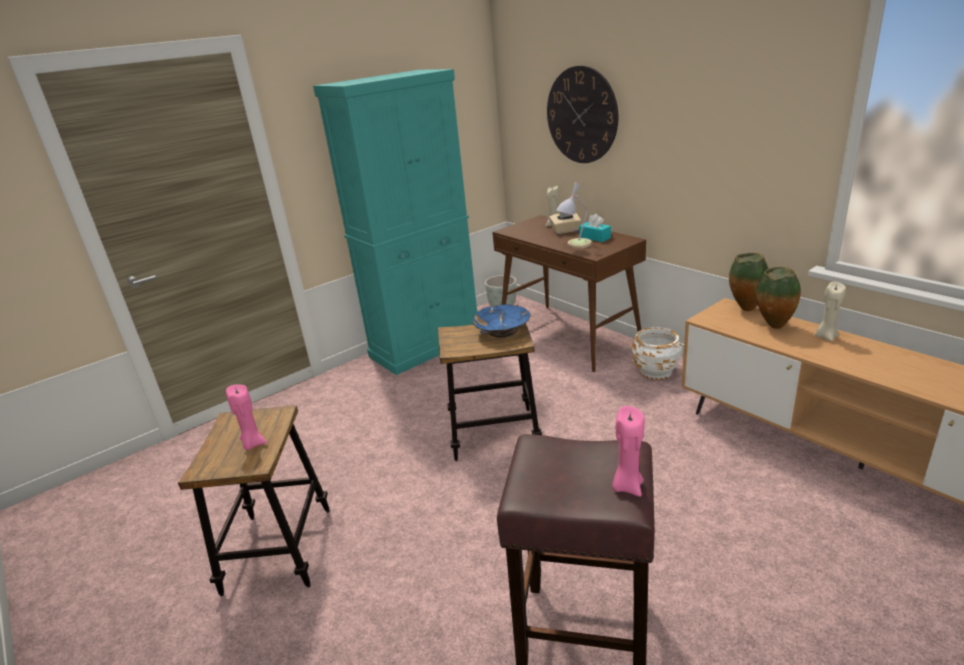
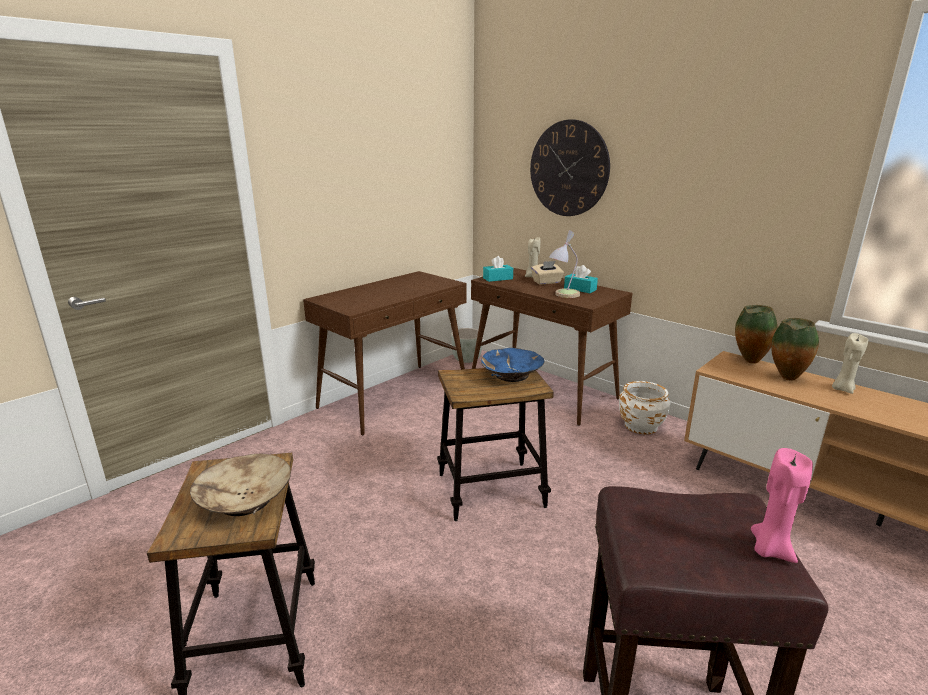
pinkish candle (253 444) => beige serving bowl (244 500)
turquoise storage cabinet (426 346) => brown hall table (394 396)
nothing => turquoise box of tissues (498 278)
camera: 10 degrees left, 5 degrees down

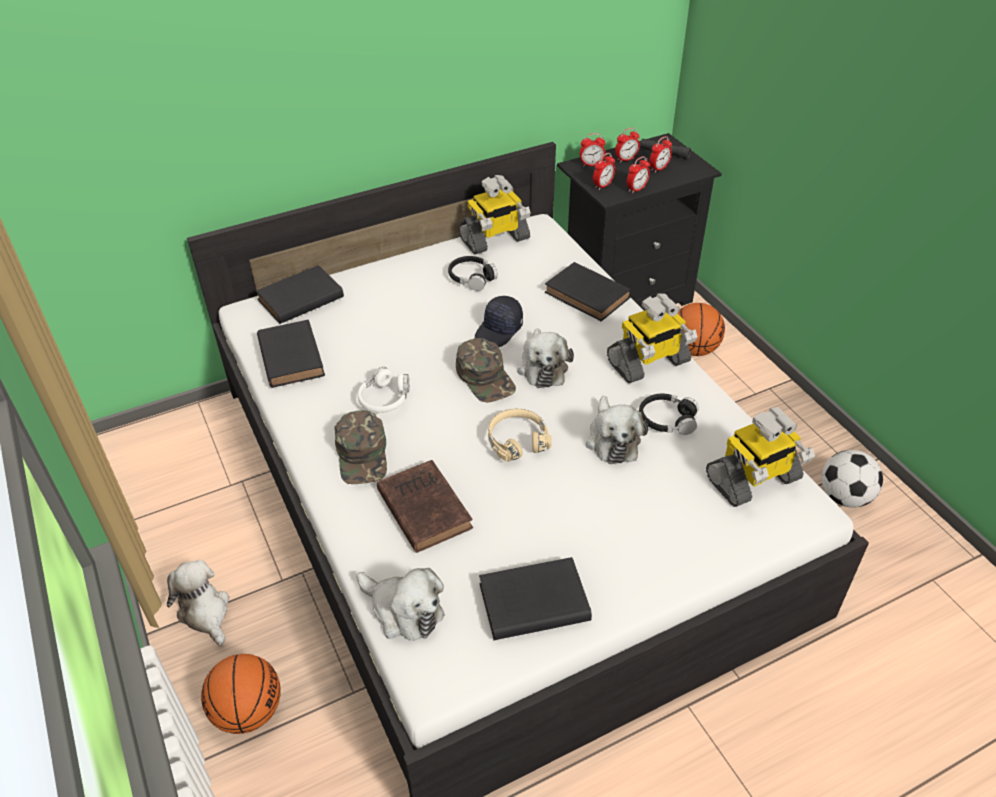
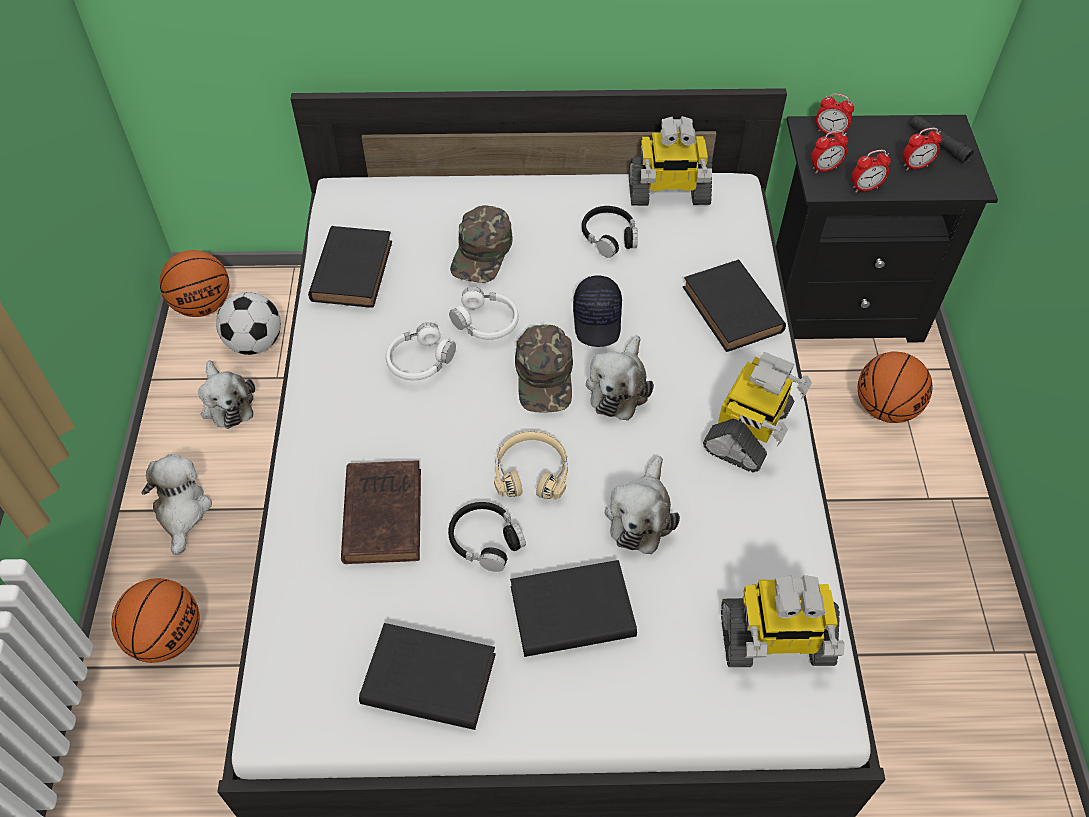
blackish volume (298 300) => blackish volume (568 613), moved
greenish cap (363 454) => greenish cap (482 252), moved
soft toy (403 611) => soft toy (226 402), moved
blackish cap (499 330) => blackish cap (598 320), 60 degrees counterclockwise
robot figure (648 363) => robot figure (749 430), 60 degrees counterclockwise
bedside clock (626 159) => nothing
blackish pair of headphones (667 420) => blackish pair of headphones (486 540), moved
football (844 497) => football (255 343), moved
nothing => ball for basketball (203 305)
nothing => whitish pair of headphones (486 322)
camera: 25 degrees right, 10 degrees up

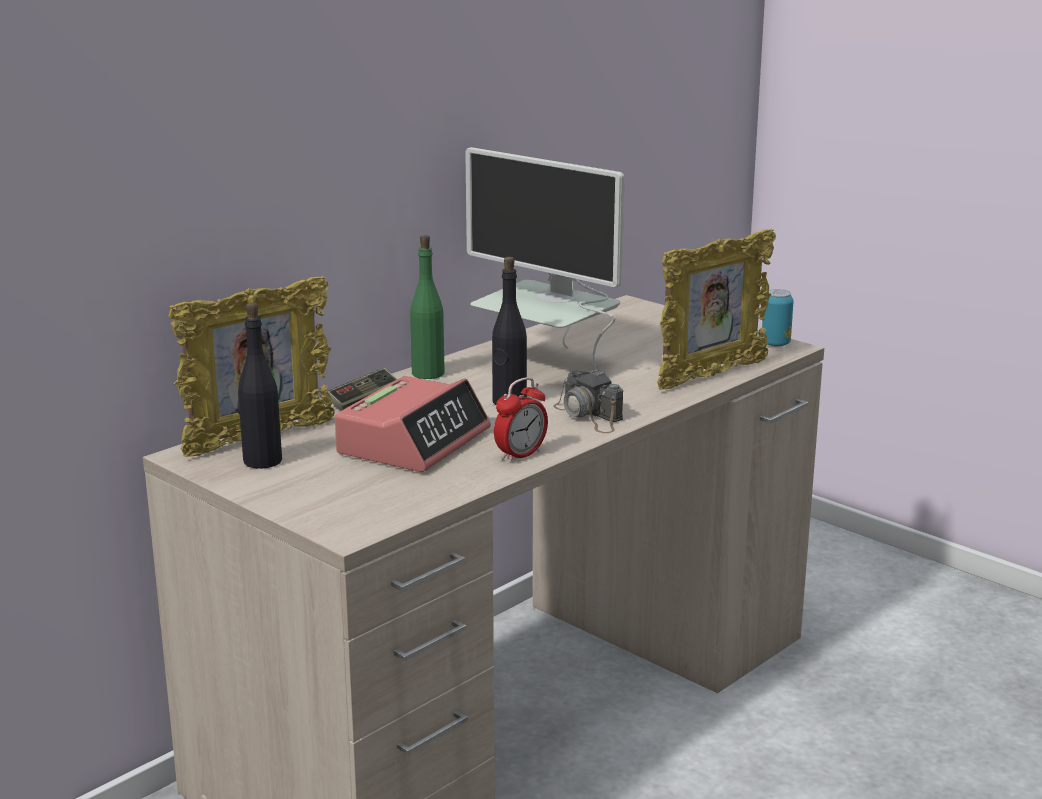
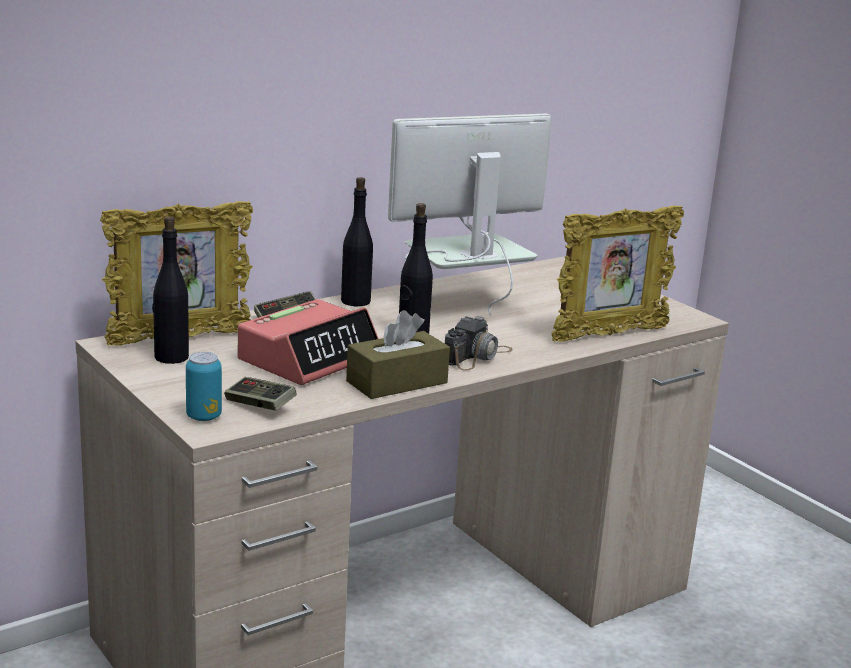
greenish drink bottle (427 373) => blackish drink bottle (355 301)
computer display (548 365) => computer display (465 307), 105 degrees clockwise
bedside clock (520 455) => brown box of tissues (397 382)
photo camera (589 416) => photo camera (477 356), 120 degrees counterclockwise
metal can (775 343) => metal can (204 416), moved
nothing => game controller (259 406)
camera: 10 degrees right, 0 degrees up

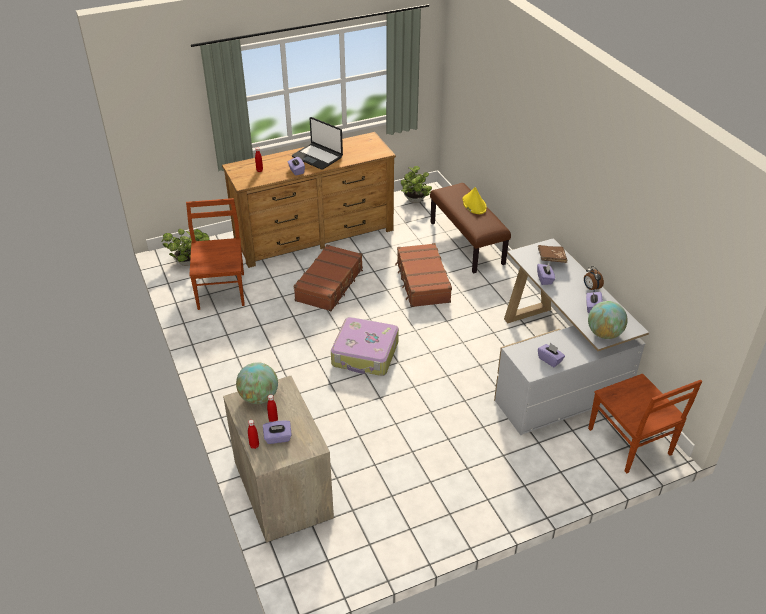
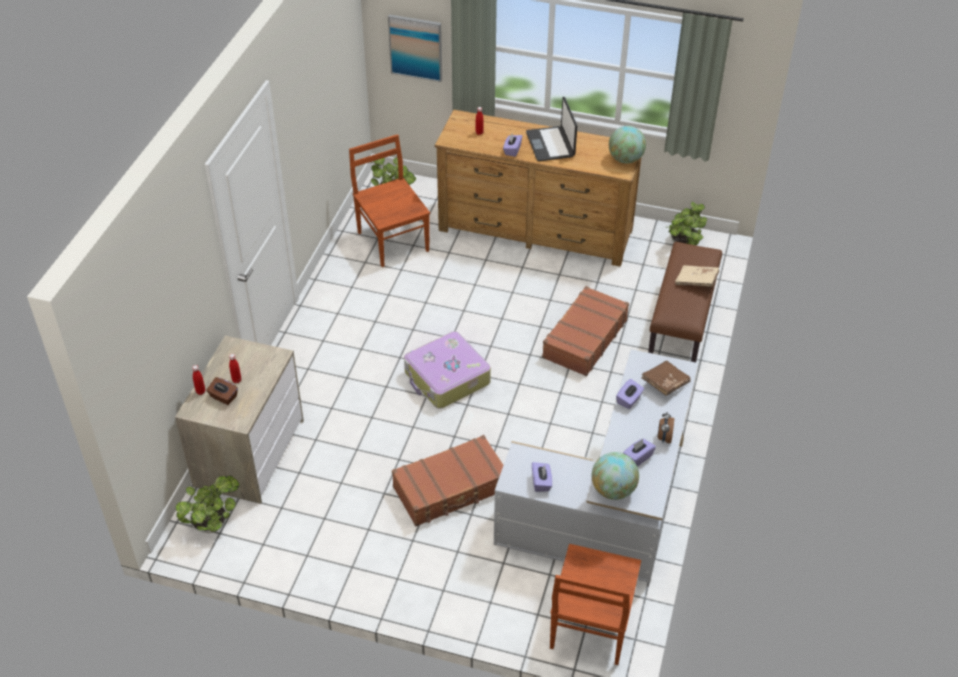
brown plain chair (221 290) => brown plain chair (392 240), 60 degrees counterclockwise
desk globe (259 397) => desk globe (625 159), moved
purple-coloured box of tissues (278 438) => brown box of tissues (223 397)
brown travel case (330 284) => brown travel case (451 489), moved
yellowish clothing hat (474 204) => beige volume (696 281)
nothing => houseplant (213 523)
nothing => picture (416 47)
camera: 40 degrees right, 5 degrees up

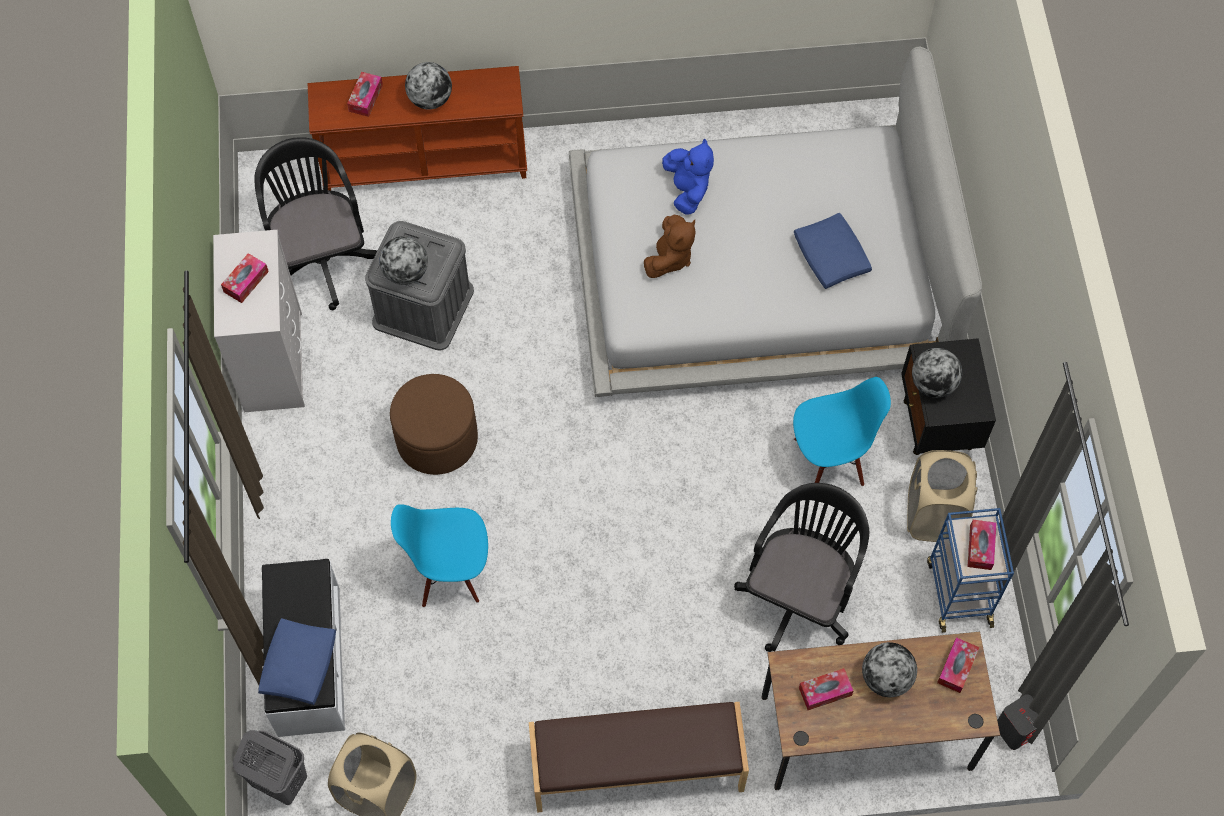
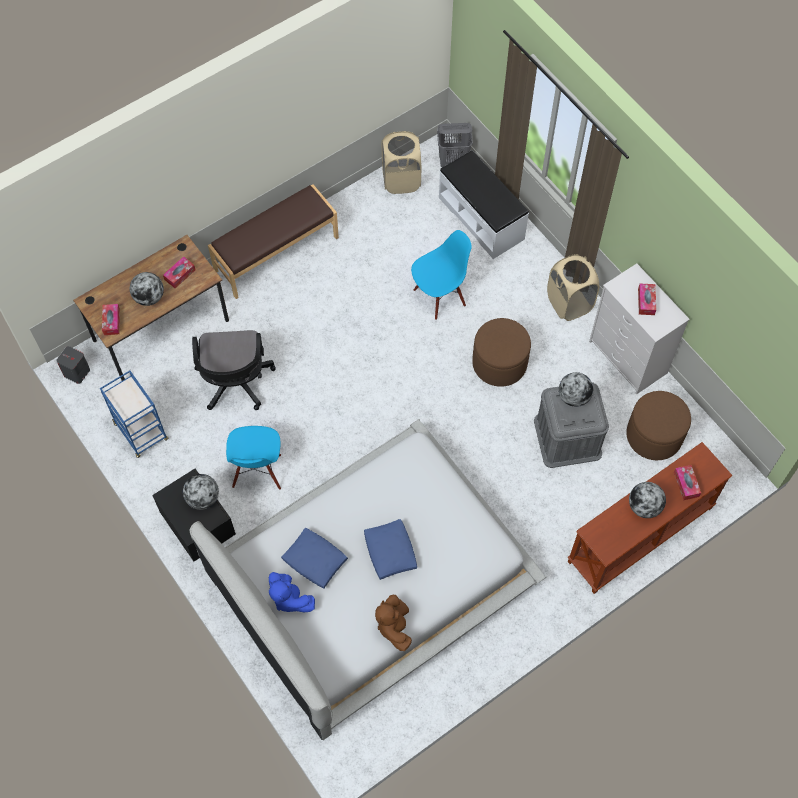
blackish computer chair (321 256) => brown footrest (654 435)
blue-coloured throw pillow (299 664) => blue-coloured throw pillow (390 552), moved
brown soft toy (670 258) => brown soft toy (394 626), moved
blue-coloured soft toy (687 190) => blue-coloured soft toy (289 598), moved
blue-coloured plain chair (829 460) => blue-coloured plain chair (258 472), 45 degrees counterclockwise
beige washing basket (933 515) => beige washing basket (569 303), moved
box of tissues (980 547) => nothing
camera: 150 degrees right, 0 degrees up

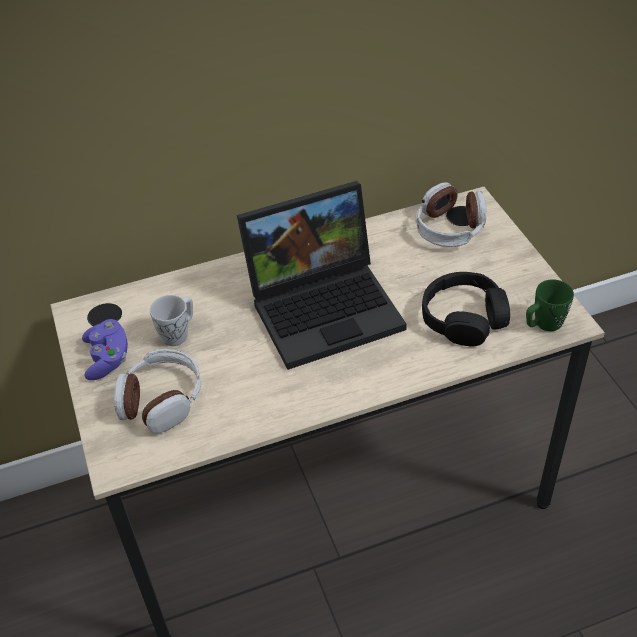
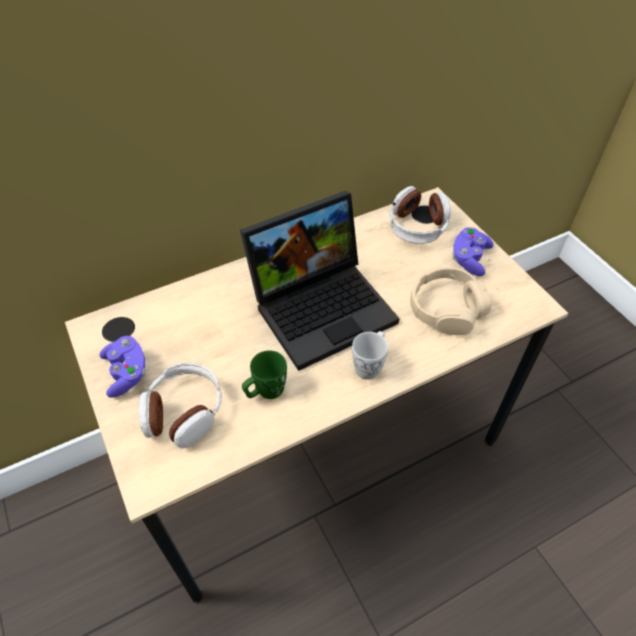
whitish mug (178 333) => whitish mug (370 365), moved
blackish pair of headphones (464 318) => beige pair of headphones (446 308)
greenish mug (543 324) => greenish mug (265 391), moved
nothing => purple-coloured game controller (469 259)
camera: 10 degrees left, 5 degrees up

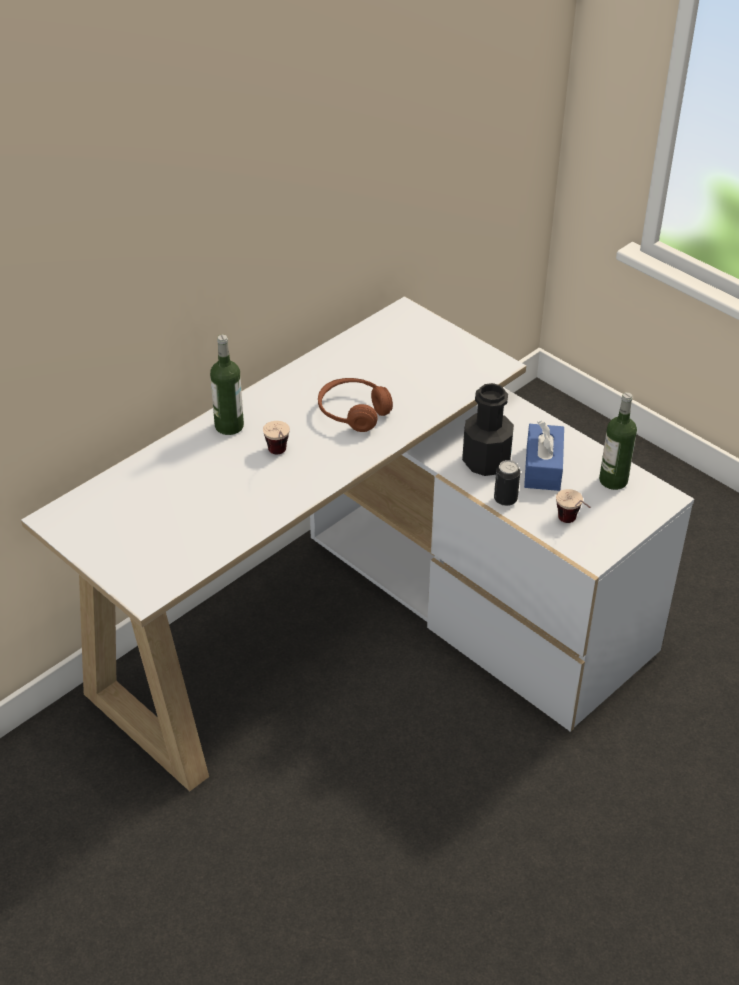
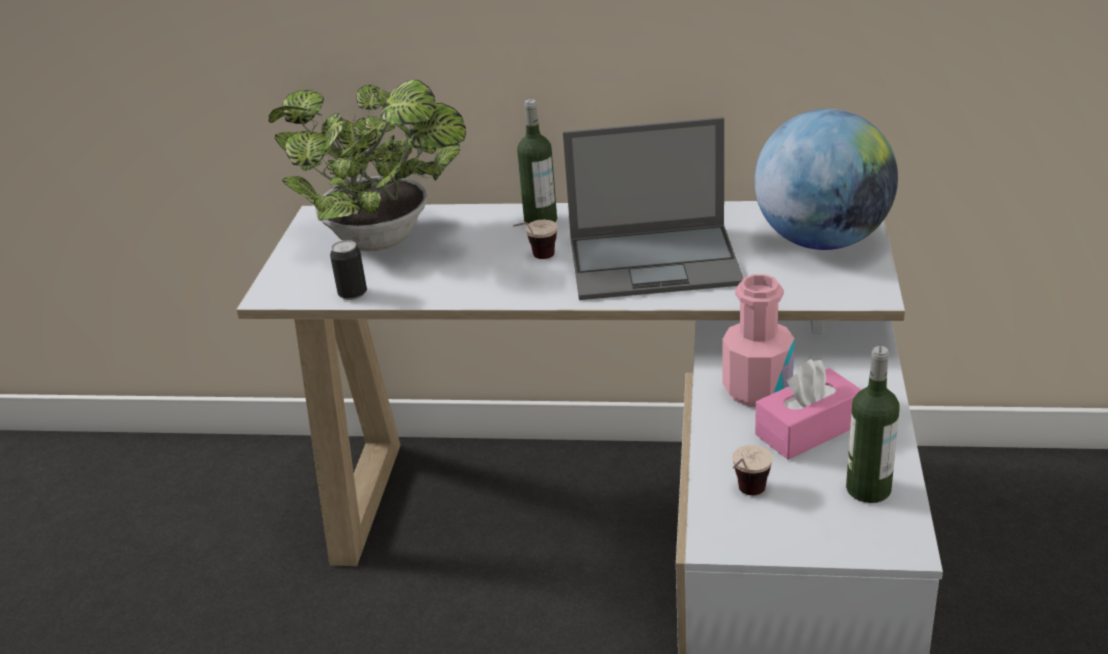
brown pair of headphones (353 412) => laptop (656 261)
blackish drink bottle (486 461) => pinkish drink bottle (757 390)
metal can (505 499) => metal can (352 294), moved
blue-coloured box of tissues (543 467) => pinkish box of tissues (808 429)
nothing => houseplant (386 240)
nothing => desk globe (822 241)
camera: 55 degrees right, 10 degrees down

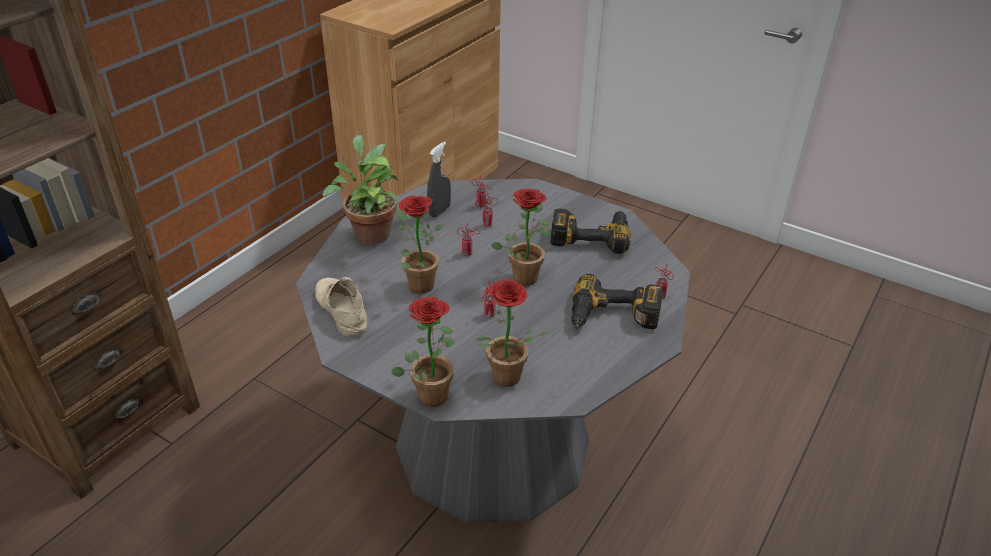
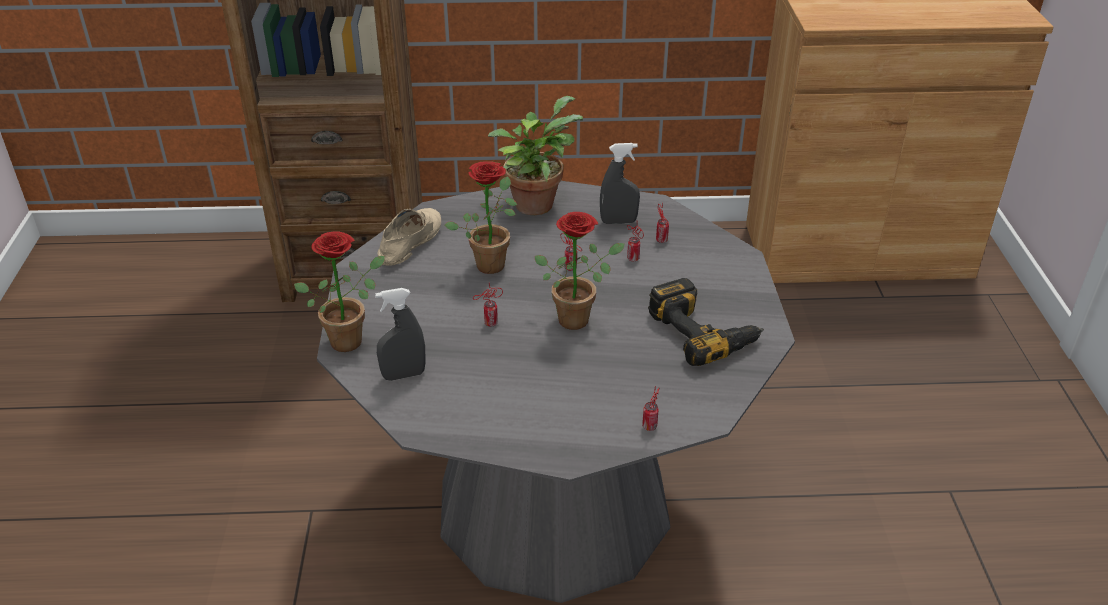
houseplant (505 381) => greyish hand sprayer (404 375)
drill (613 318) => nothing
camera: 55 degrees right, 0 degrees up

